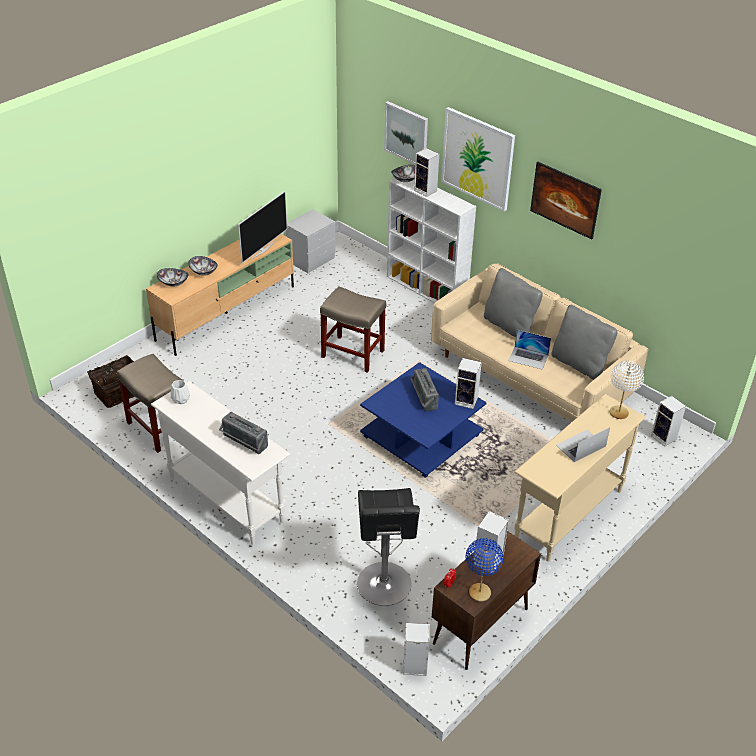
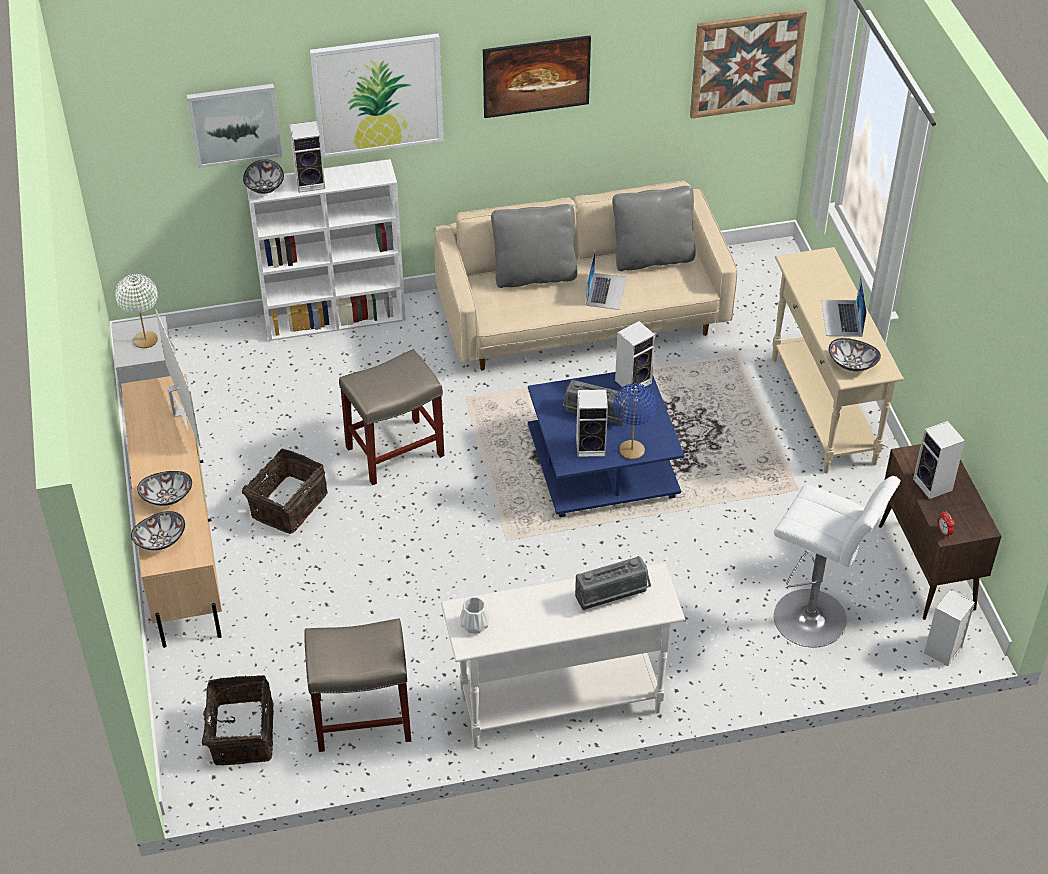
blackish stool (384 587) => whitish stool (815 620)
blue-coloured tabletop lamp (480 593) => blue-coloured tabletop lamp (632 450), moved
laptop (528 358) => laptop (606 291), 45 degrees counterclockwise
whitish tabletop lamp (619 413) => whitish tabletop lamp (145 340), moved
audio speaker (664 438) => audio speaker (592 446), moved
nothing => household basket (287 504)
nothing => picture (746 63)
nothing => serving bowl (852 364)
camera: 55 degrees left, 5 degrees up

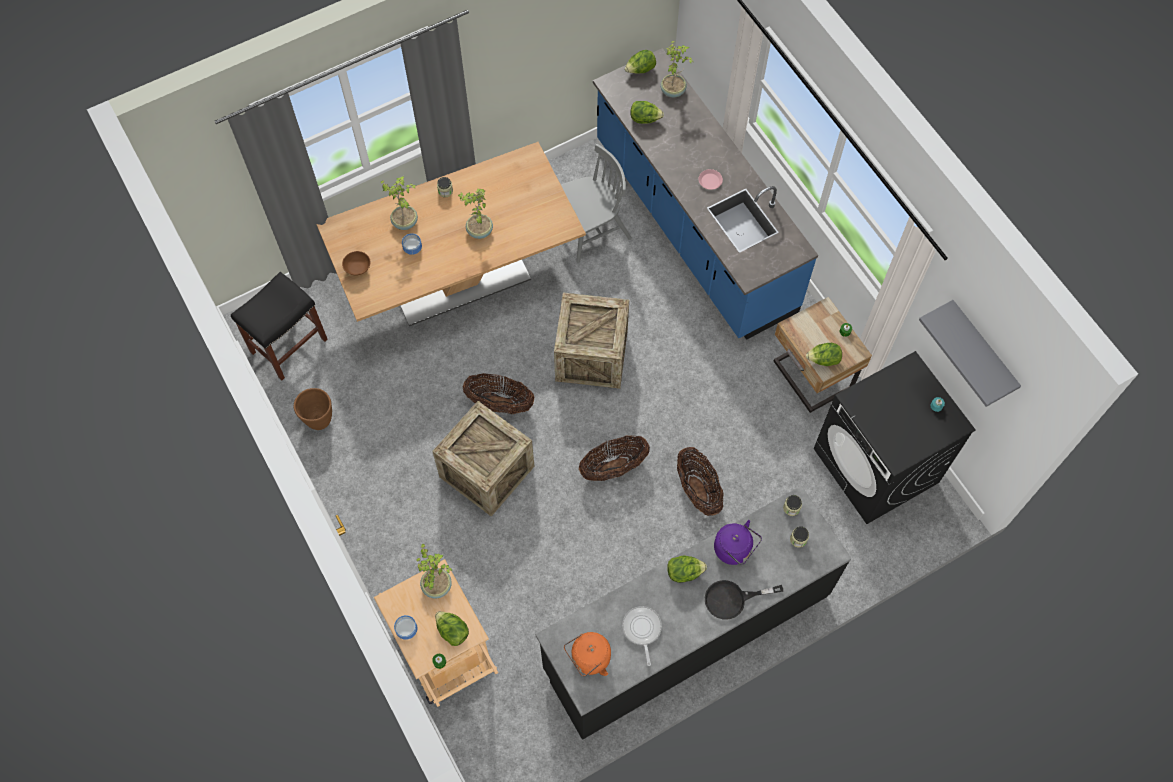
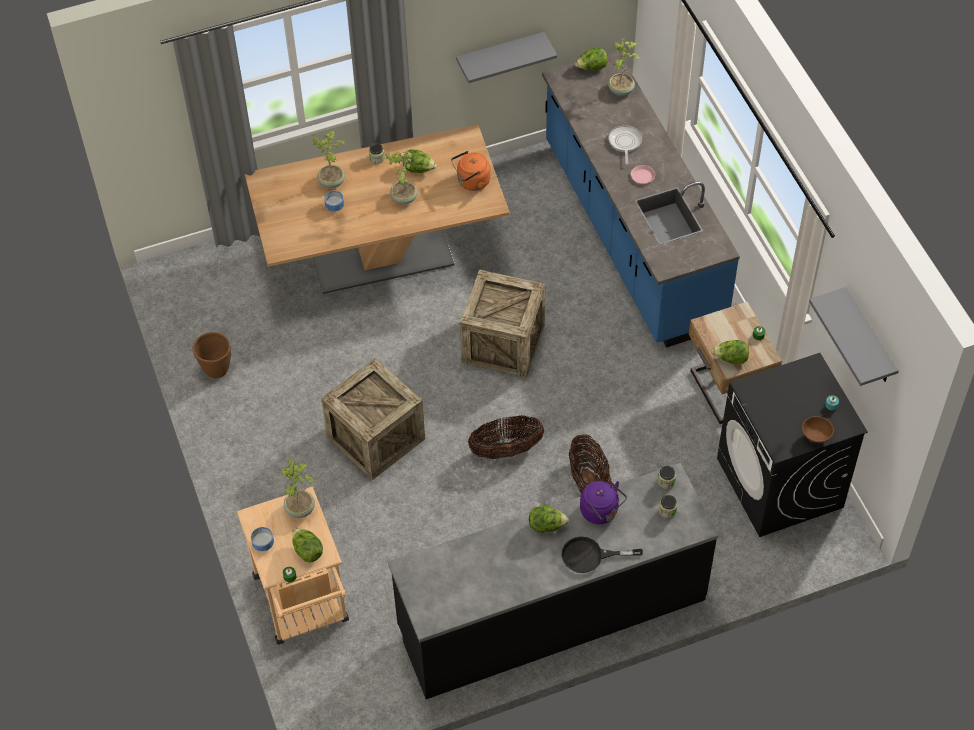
blackish stool (289 344) => nothing
brown serving bowl (357 269) => brown serving bowl (815 436), moved
household basket (499 403) => nothing
greyish plain chair (591 230) => nothing
orange kettle (589 659) => orange kettle (471 182), moved
pan (642 630) => pan (625 143), moved
lettuce head (645 119) => lettuce head (419 169), moved
nothing => greyish wall shelf (500 55)
camera: 10 degrees right, 10 degrees down

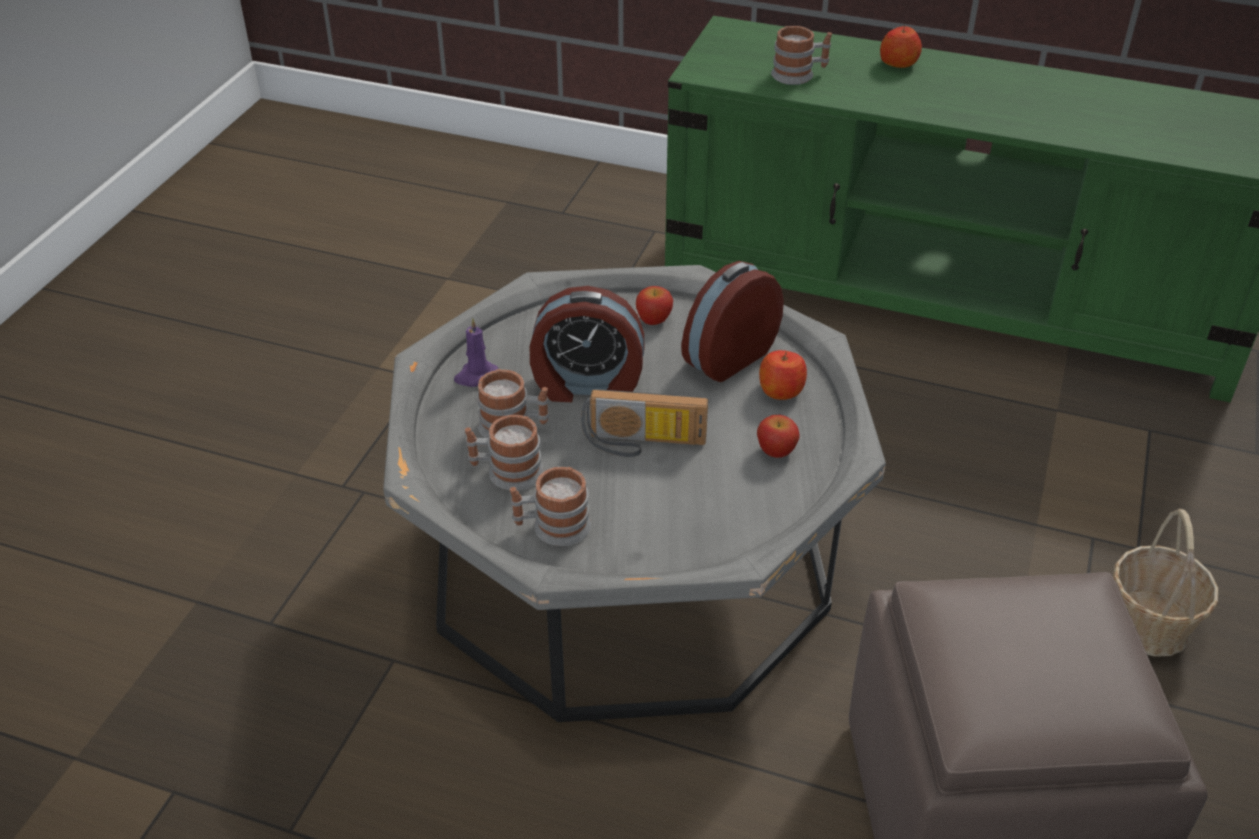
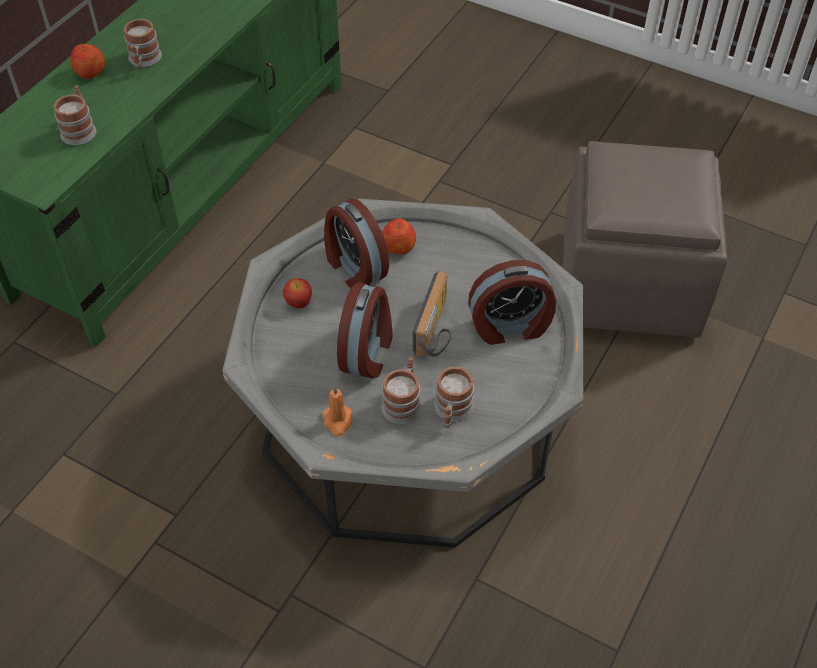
purple-coloured candle (476 376) => orange candle (338 421)
mug (552 527) => mug (144 61), moved
apple fruit (776 451) => nothing
household basket (1148 625) => nothing
nothing => bedside clock (510 327)
camera: 80 degrees left, 10 degrees up

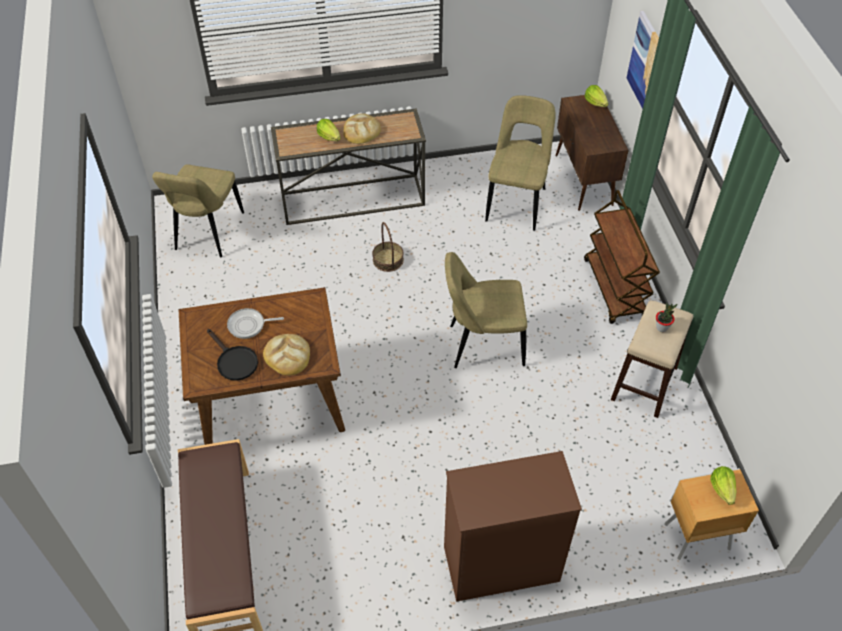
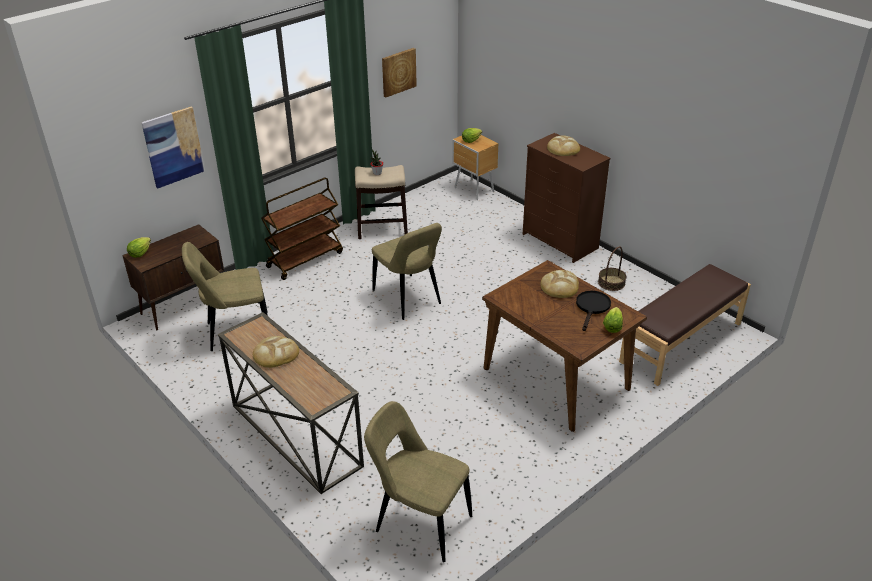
beige plain chair (208 234) => beige plain chair (419 522), 135 degrees counterclockwise
pan (249 325) => nothing
lettuce head (329 137) => lettuce head (612 327), moved
household basket (388 260) => household basket (611 282), moved
nothing => picture (398 72)
nothing => bakery bread (563 148)
camera: 120 degrees left, 15 degrees down

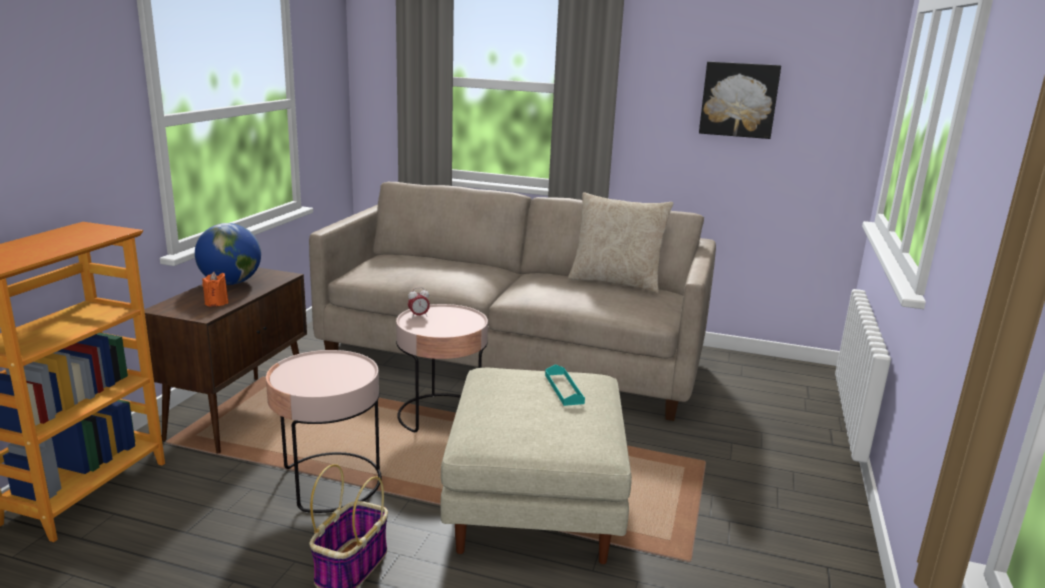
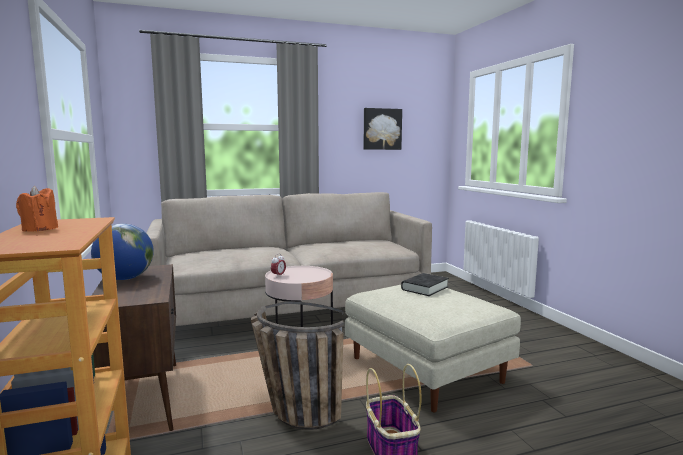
orange candle (216 303) => orange candle (39 229), moved
pinkish end table (329 482) => household basket (292 411)
turquoise tray (564 389) => blackish volume (425 288)
beige throw pillow (616 282) => nothing
camera: 35 degrees left, 10 degrees down

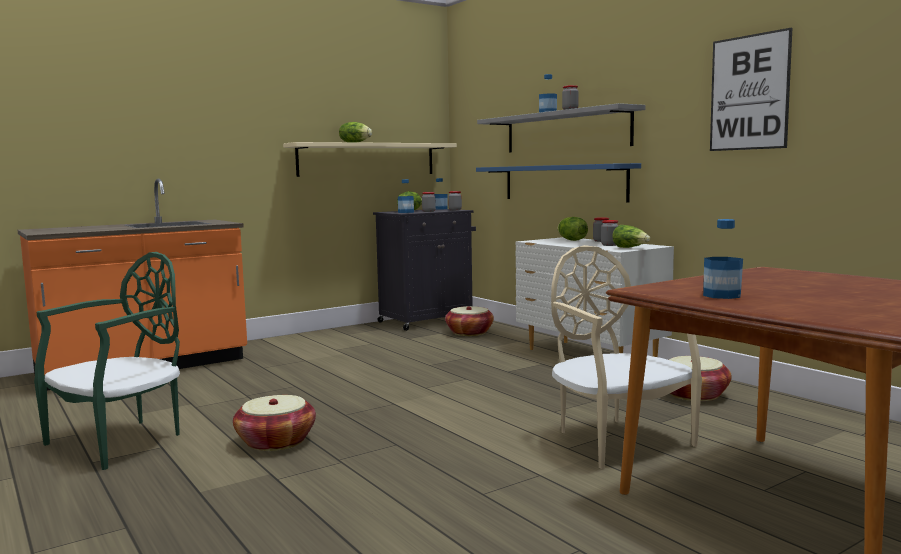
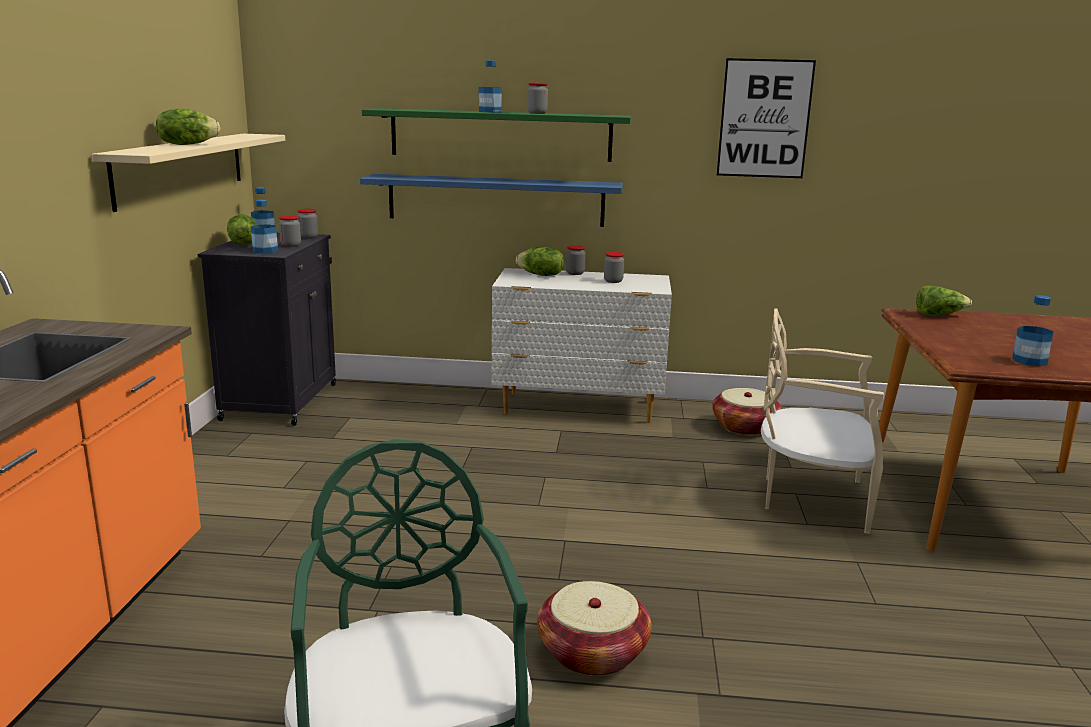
household basket (469 333) => nothing
greyish wall shelf (565 131) => greenish wall shelf (501 135)
lettuce head (630 248) => lettuce head (938 315), moved
camera: 50 degrees left, 10 degrees up

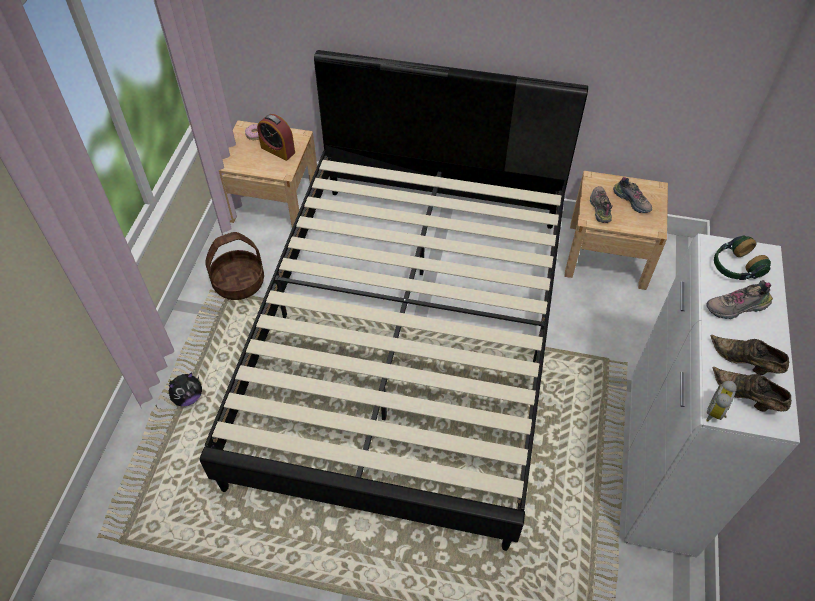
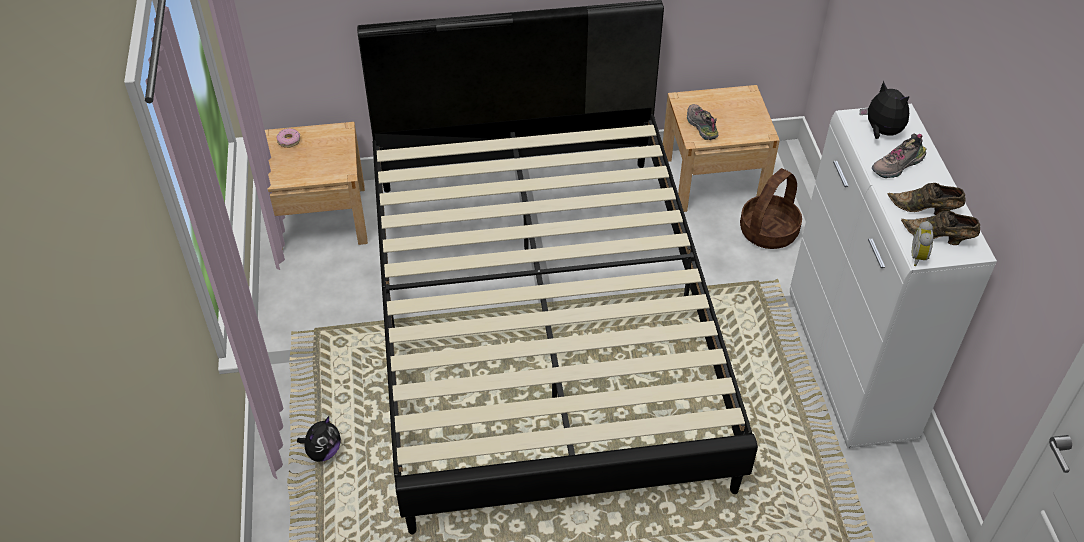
household basket (239 282) => household basket (768 231), moved
bedside clock (278 150) => nothing
item of footwear (632 201) => nothing
pair of headphones (735 267) => soft toy (881 132)
camera: 20 degrees left, 5 degrees down

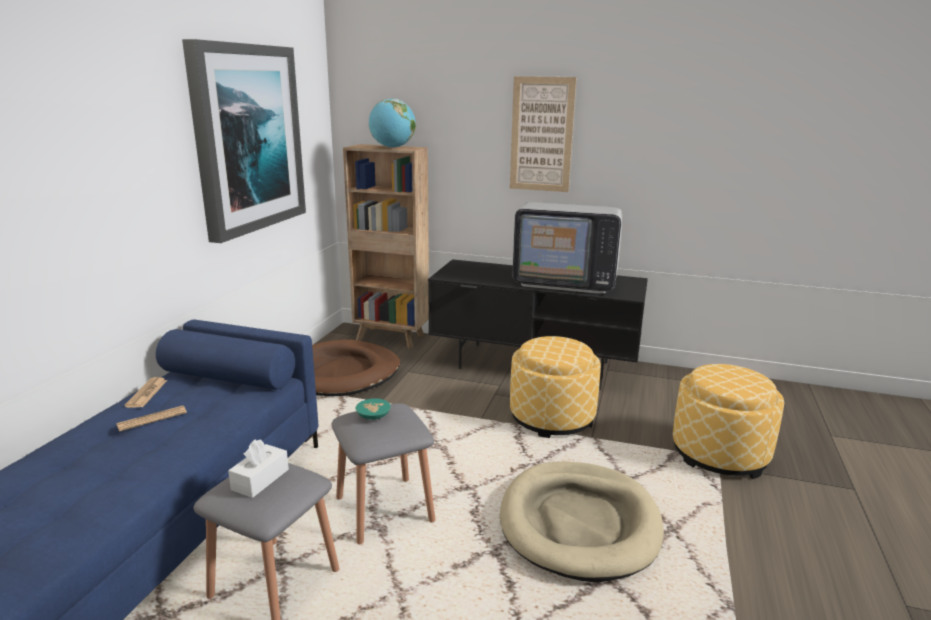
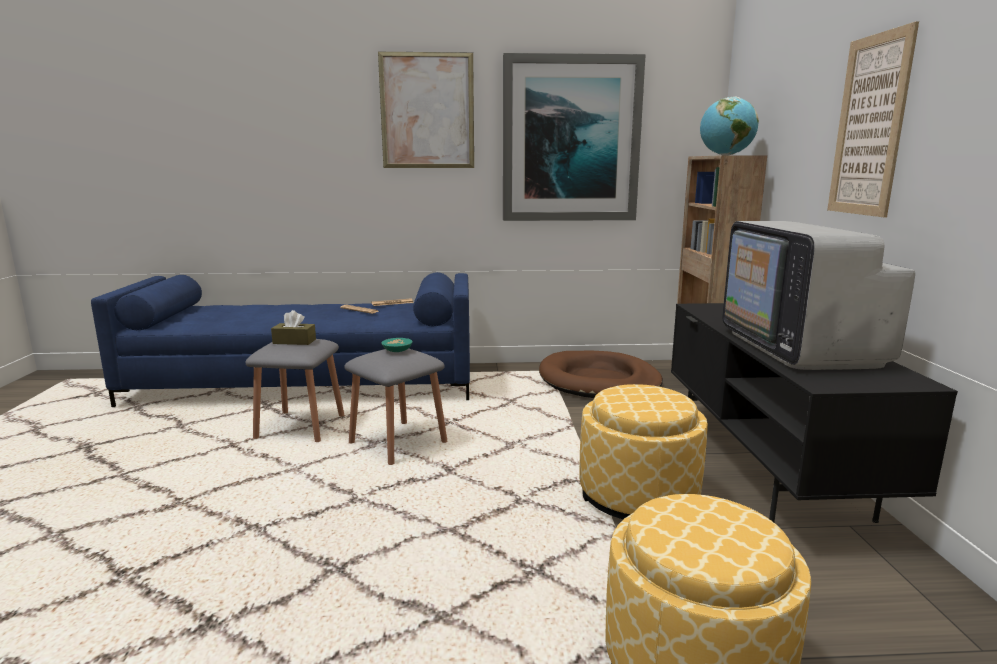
whitish box of tissues (260 479) => brown box of tissues (294 341)
beige pet bed (579 523) => nothing
nothing => picture (427 111)
camera: 70 degrees right, 5 degrees down

